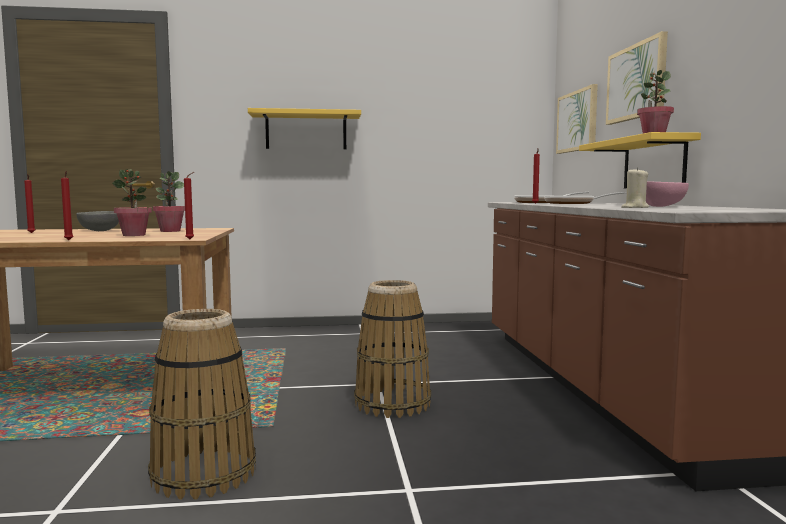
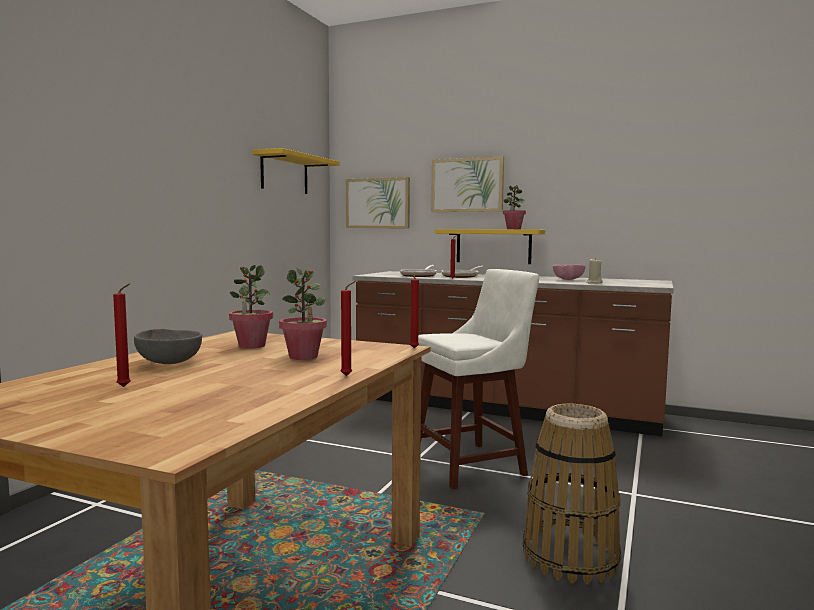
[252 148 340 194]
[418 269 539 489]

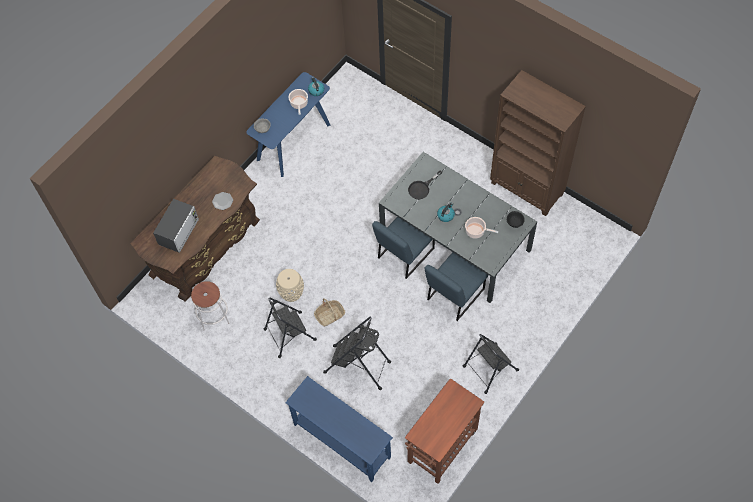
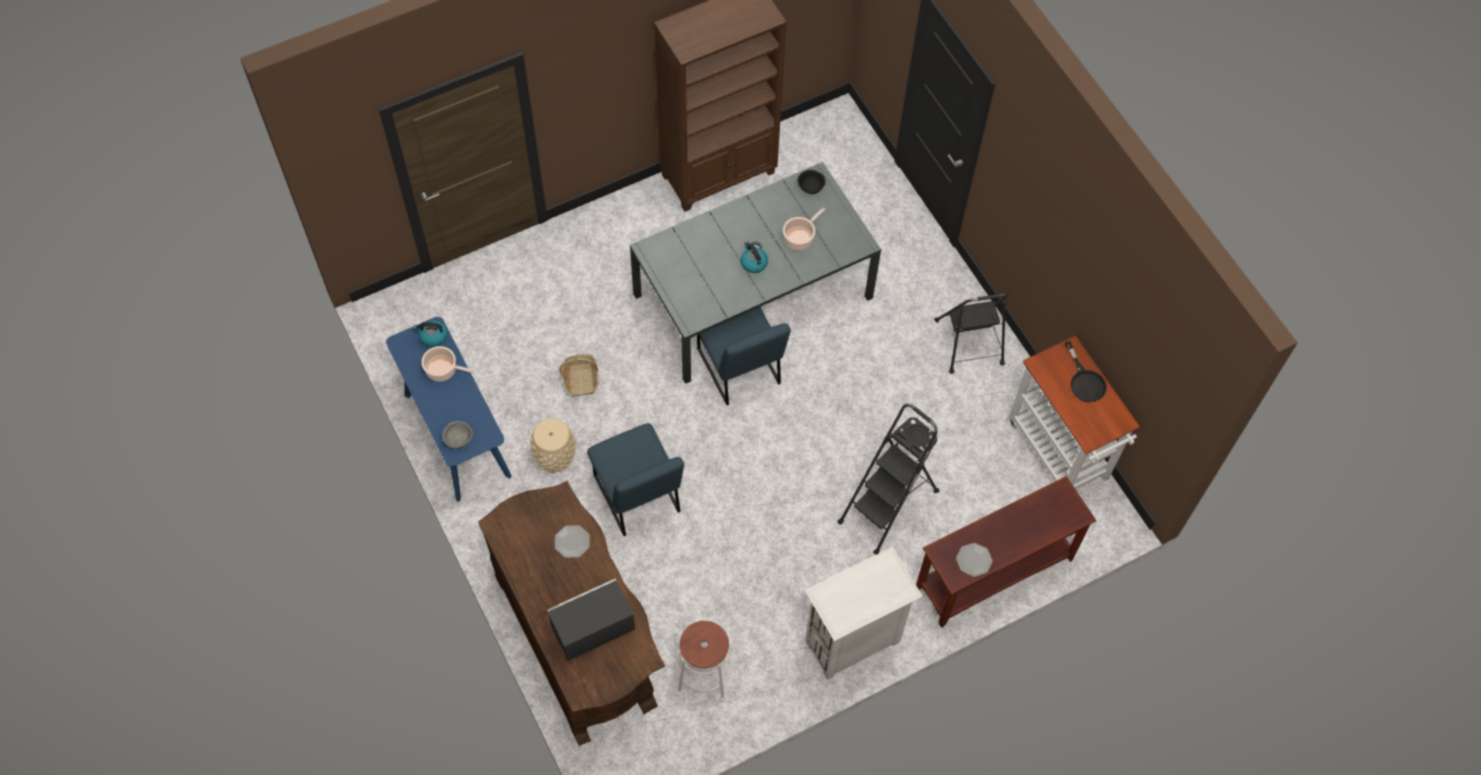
[530 418 576 472]
[547 579 635 661]
[559 354 599 396]
[587 423 684 536]
[804 547 923 680]
[916 476 1096 628]
[956 543 993 577]
[1009 336 1139 489]
[1065 341 1107 402]
[264 297 317 358] (first image)

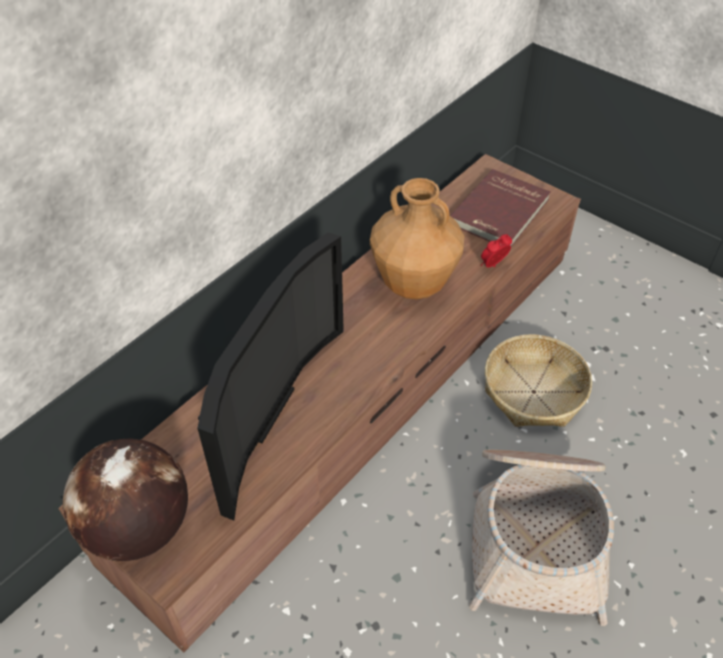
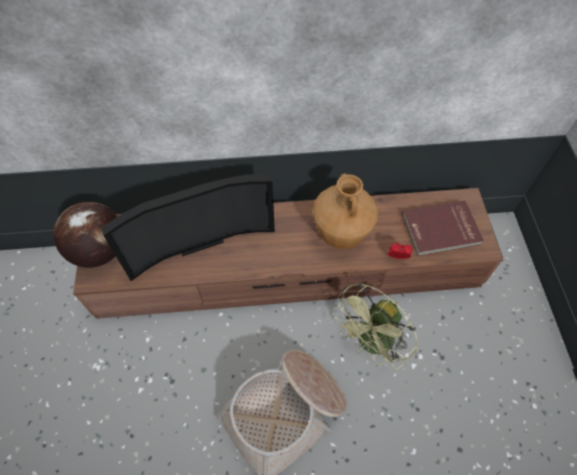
[333 283 418 369]

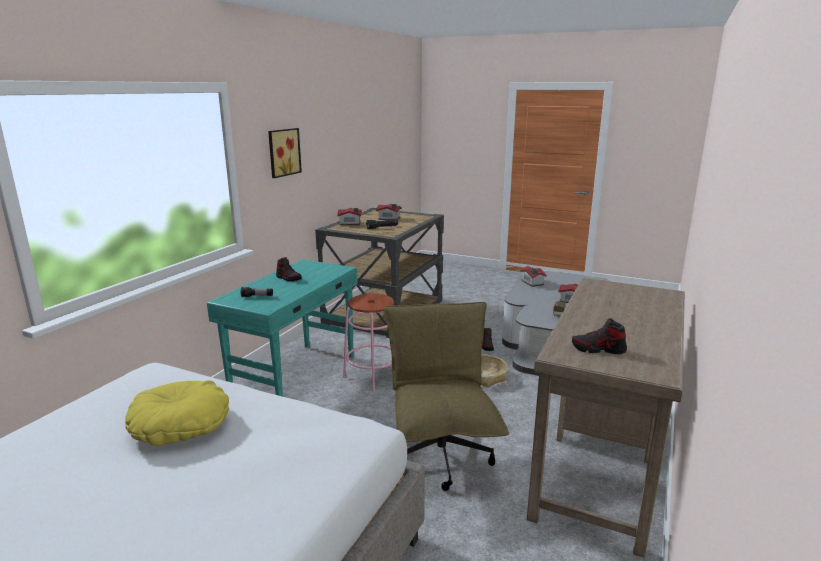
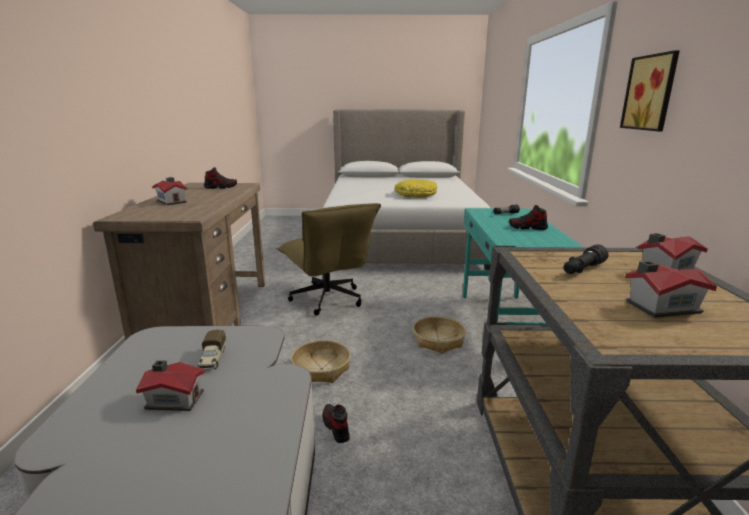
[152 177 187 205]
[413 316 466 354]

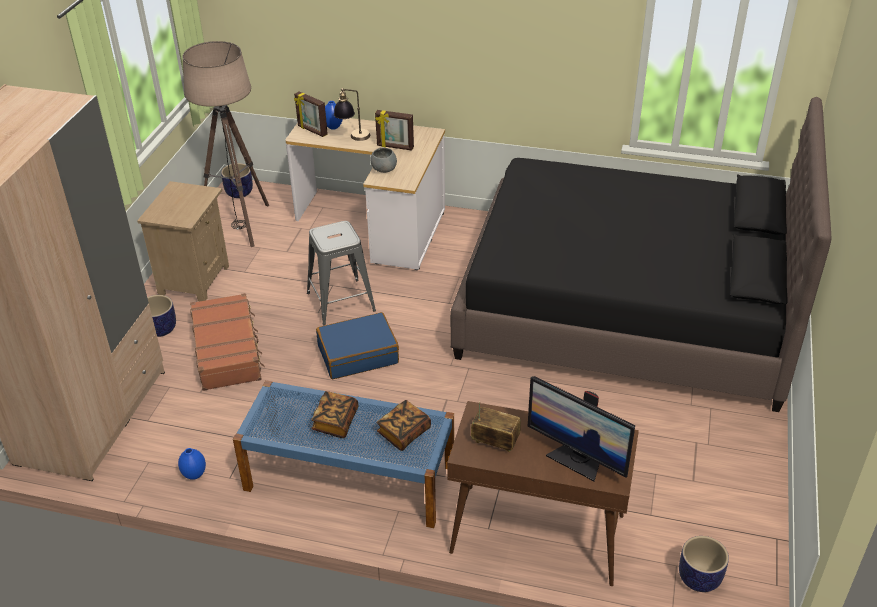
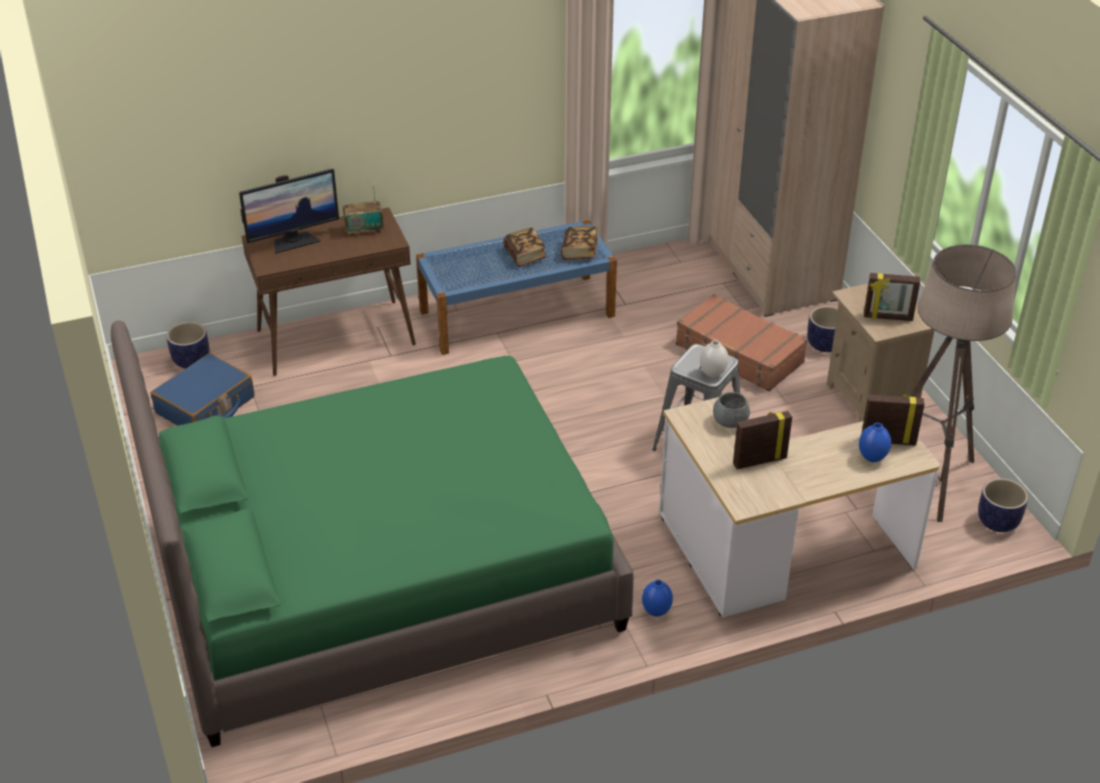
[111 320 634 747]
[151 353 254 426]
[239 169 339 254]
[561 226 598 260]
[642 580 673 617]
[700 340 729 377]
[864 273 920 321]
[334 88 370 141] (first image)

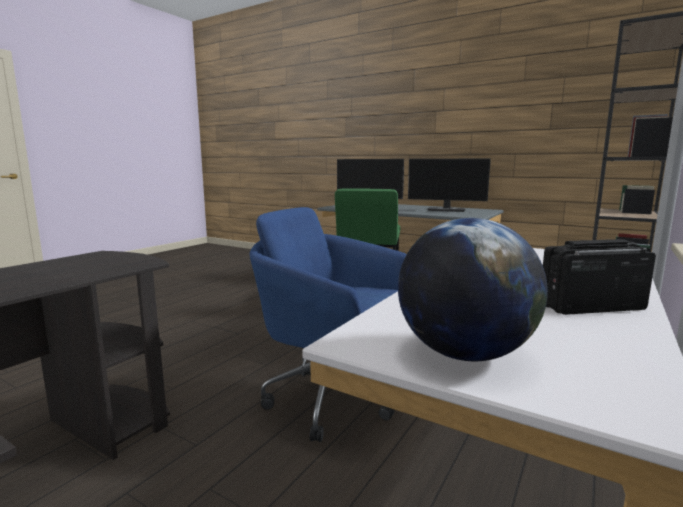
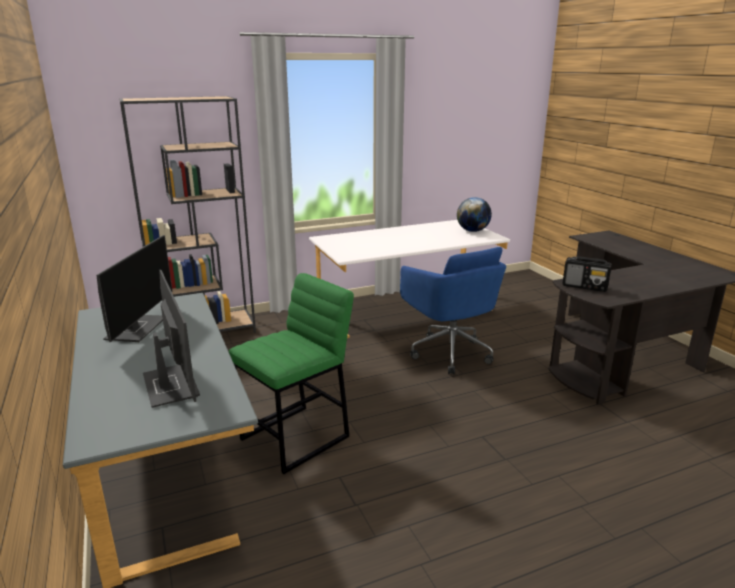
[97 235 173 342]
[563 256 612 292]

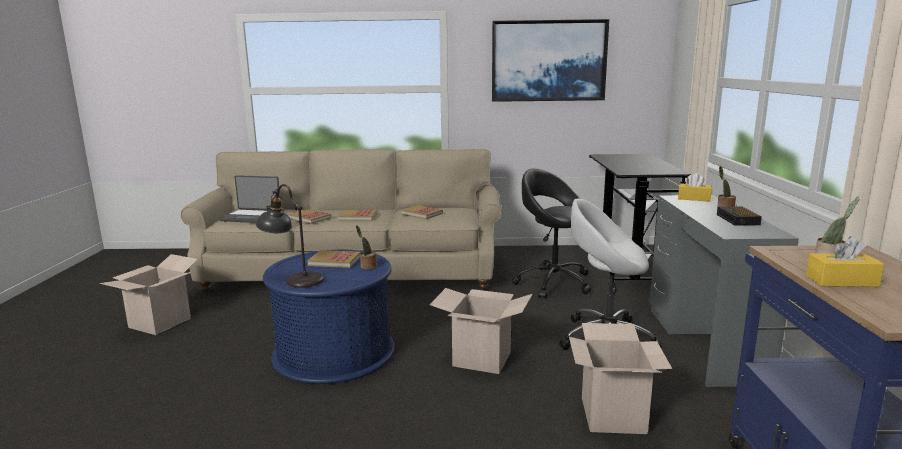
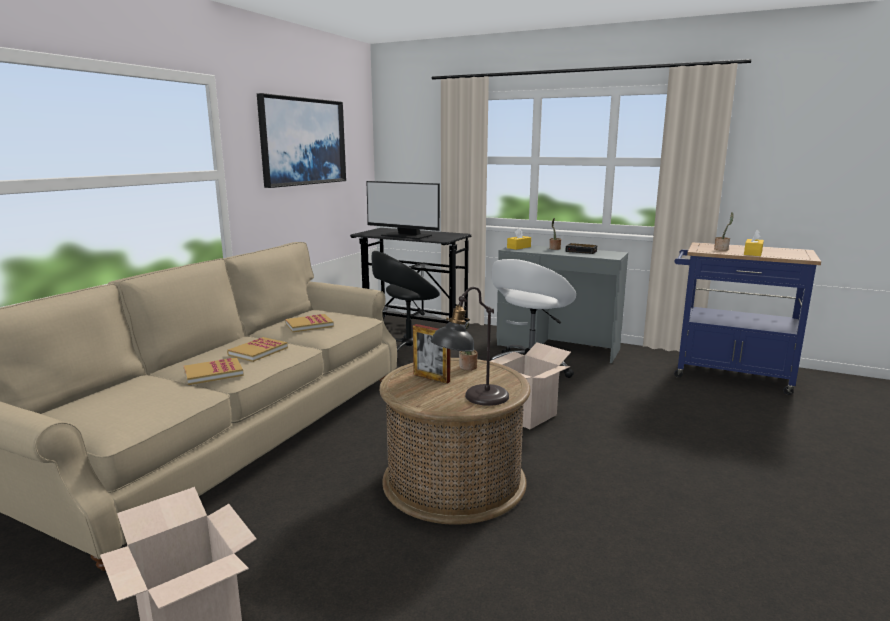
[366 181 440 239]
[379 358 531 525]
[413 324 450 384]
[219 175 280 223] (first image)
[569 323 672 434] (first image)

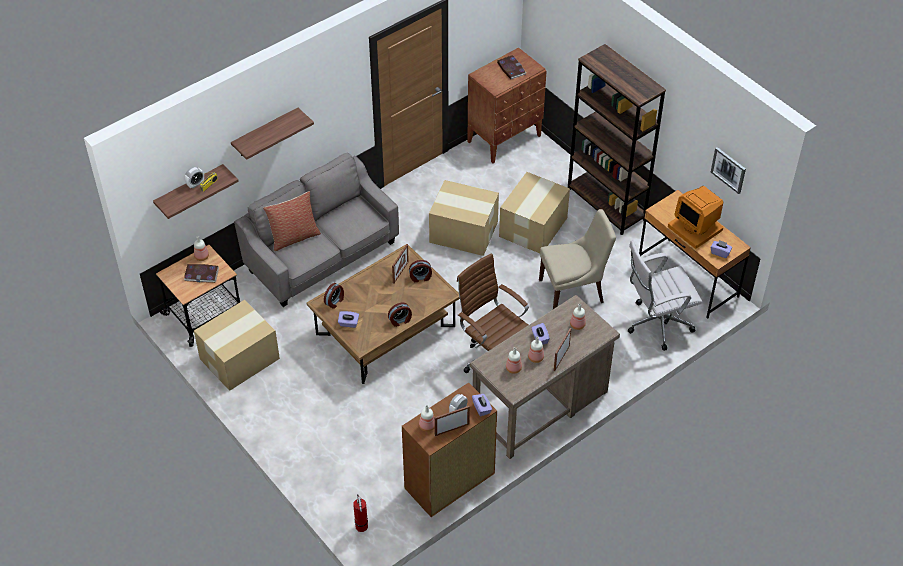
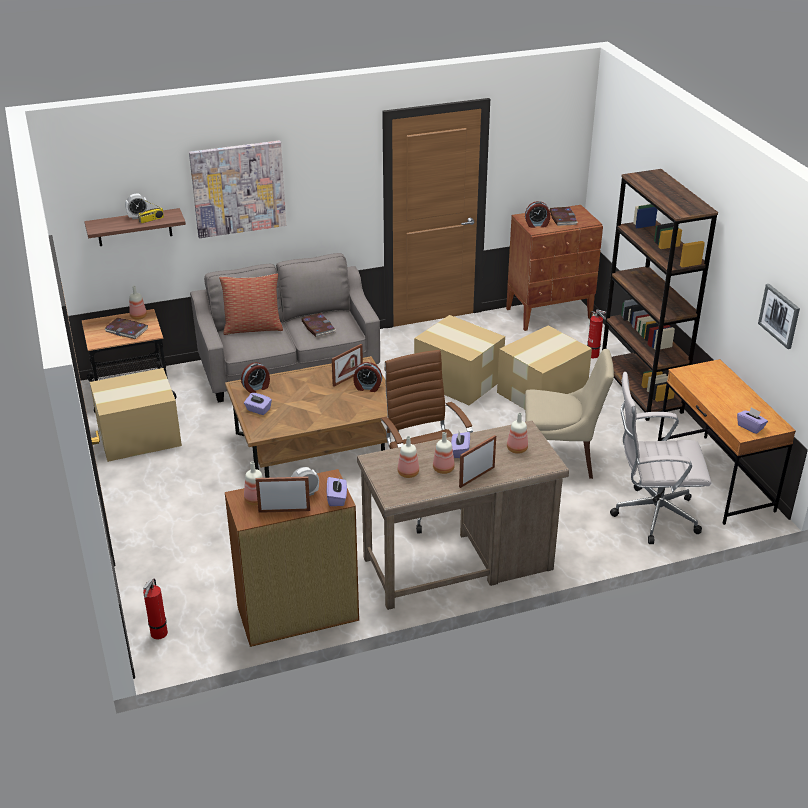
[189 140 286 238]
[301 313 335 337]
[525 201 550 228]
[587 309 606 358]
[668 186 723 249] (first image)

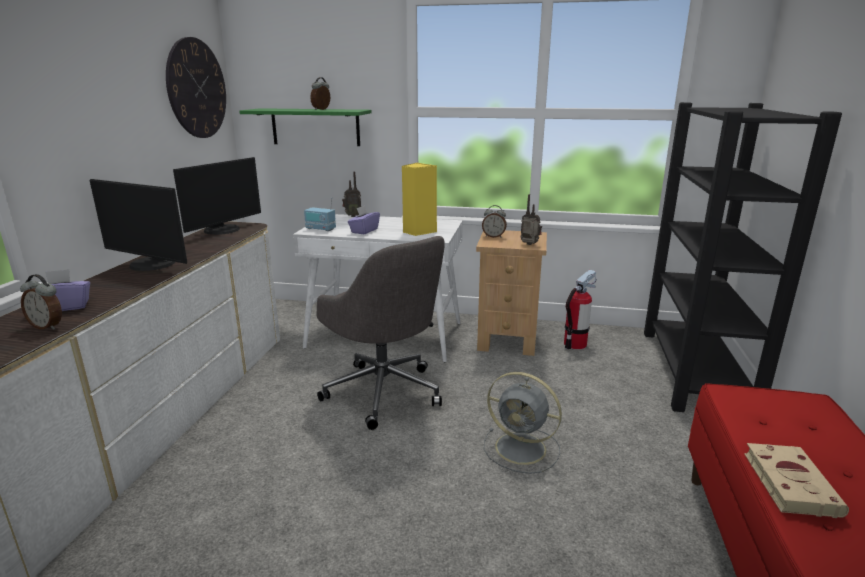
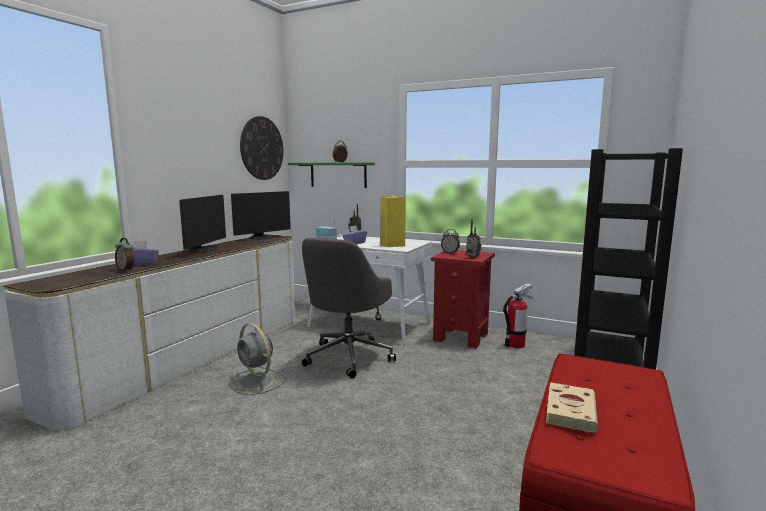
[179 195 226 253]
[229 323 285 395]
[302 238 396 379]
[431 250 495 349]

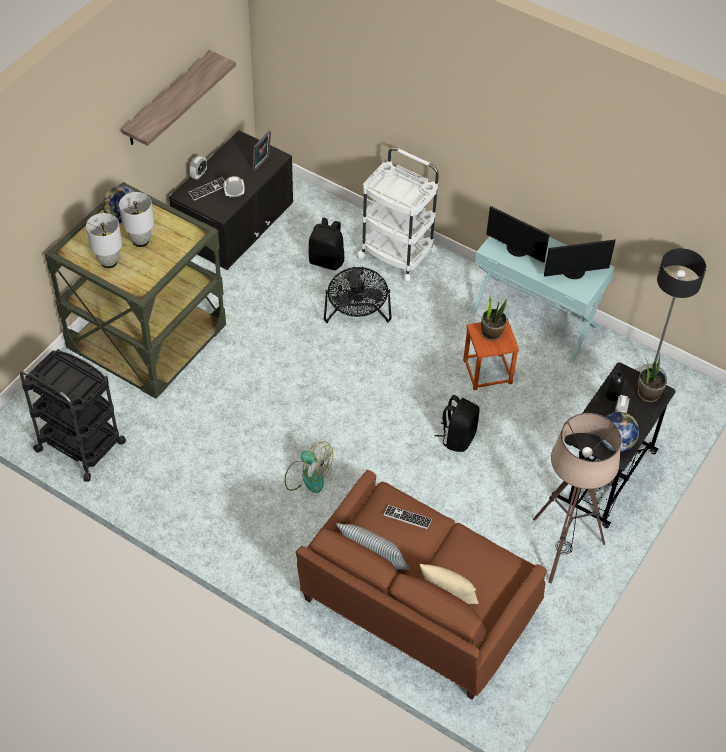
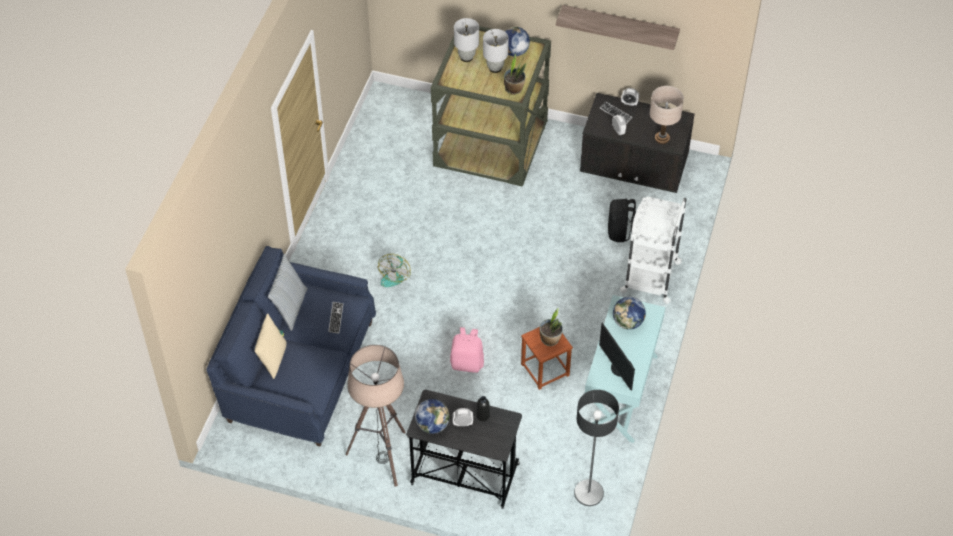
[206 246 376 446]
[450 327 484 373]
[504 54 526 95]
[613 297 646 330]
[650 86 684 144]
[20 349 126 482] (first image)
[324 266 392 323] (first image)

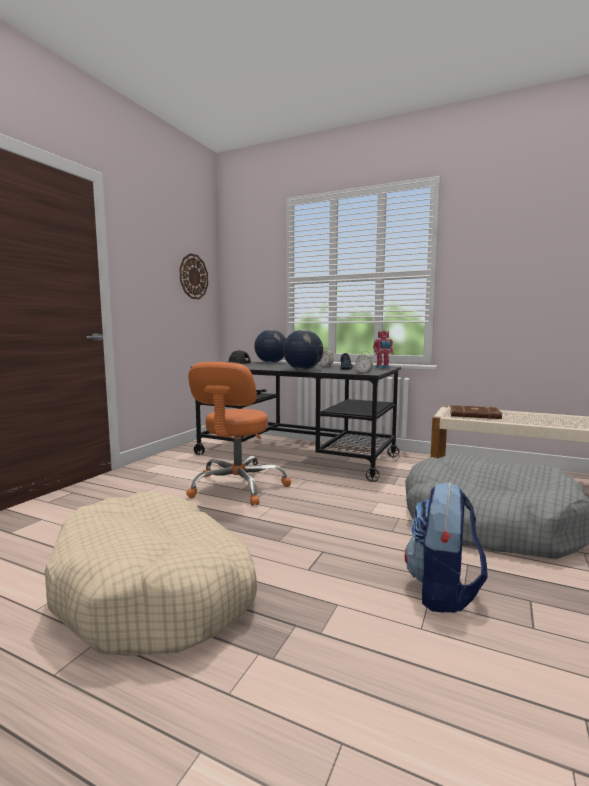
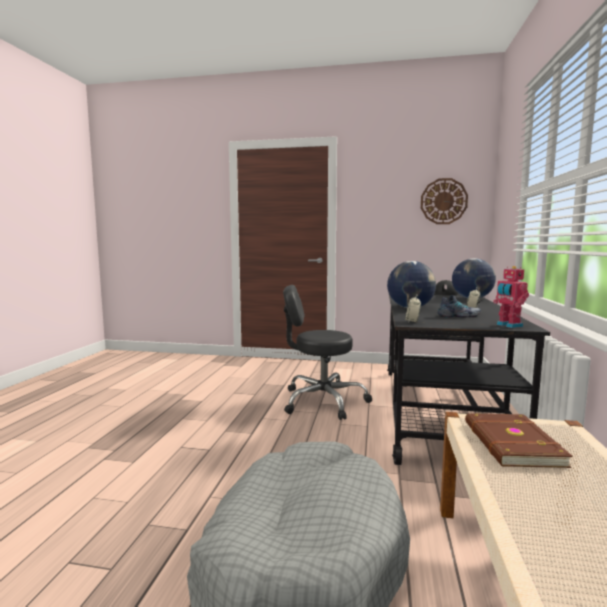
[283 285 372 420]
[45 491 257 656] (first image)
[405 482 488 613] (first image)

